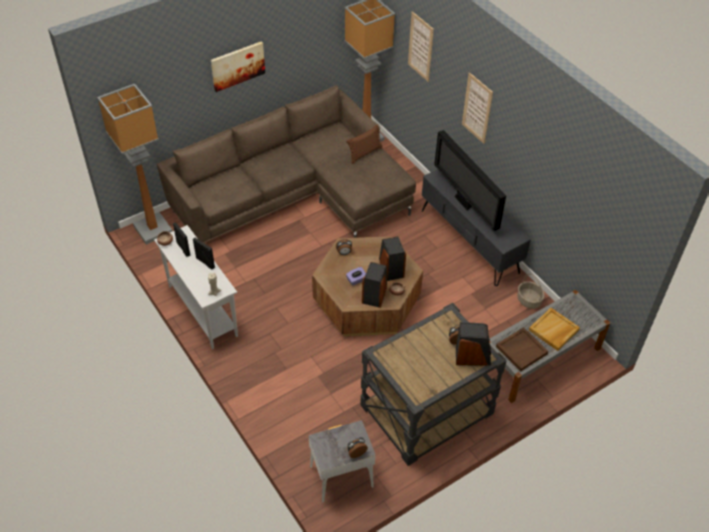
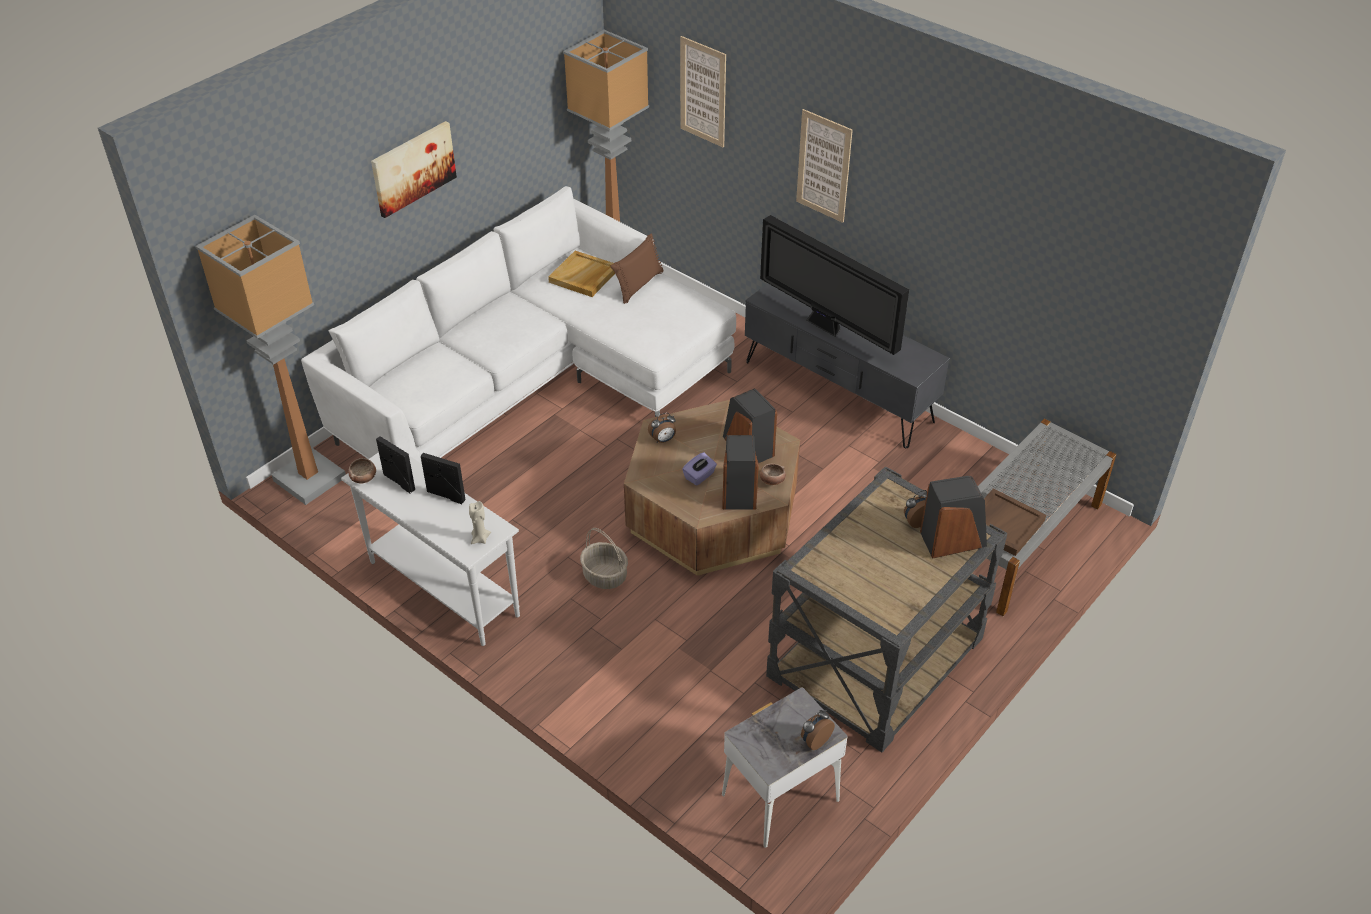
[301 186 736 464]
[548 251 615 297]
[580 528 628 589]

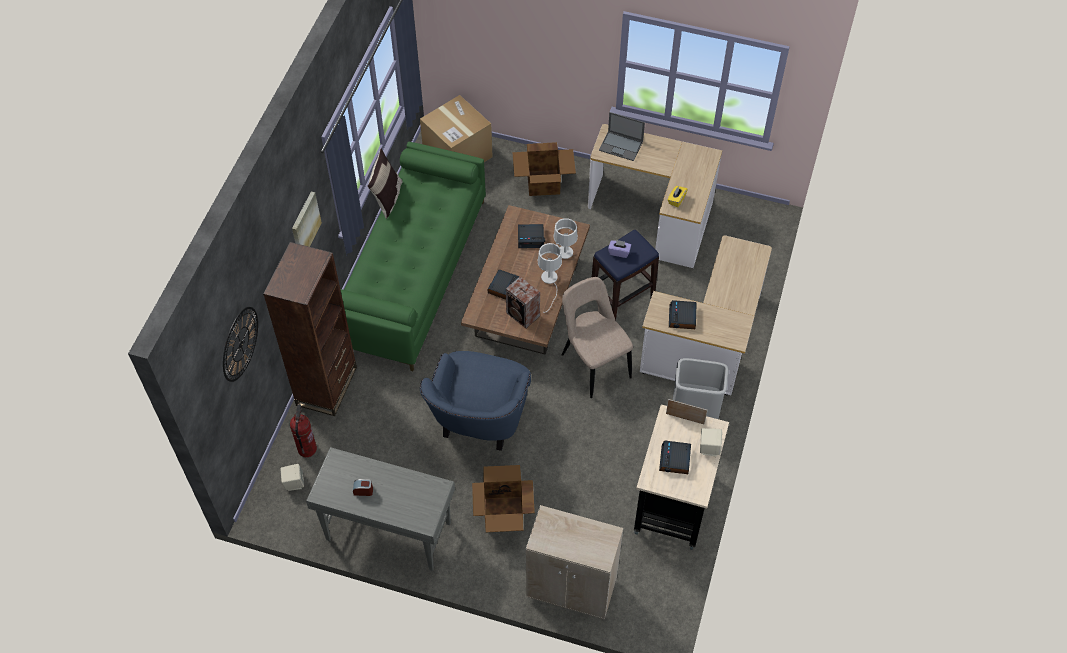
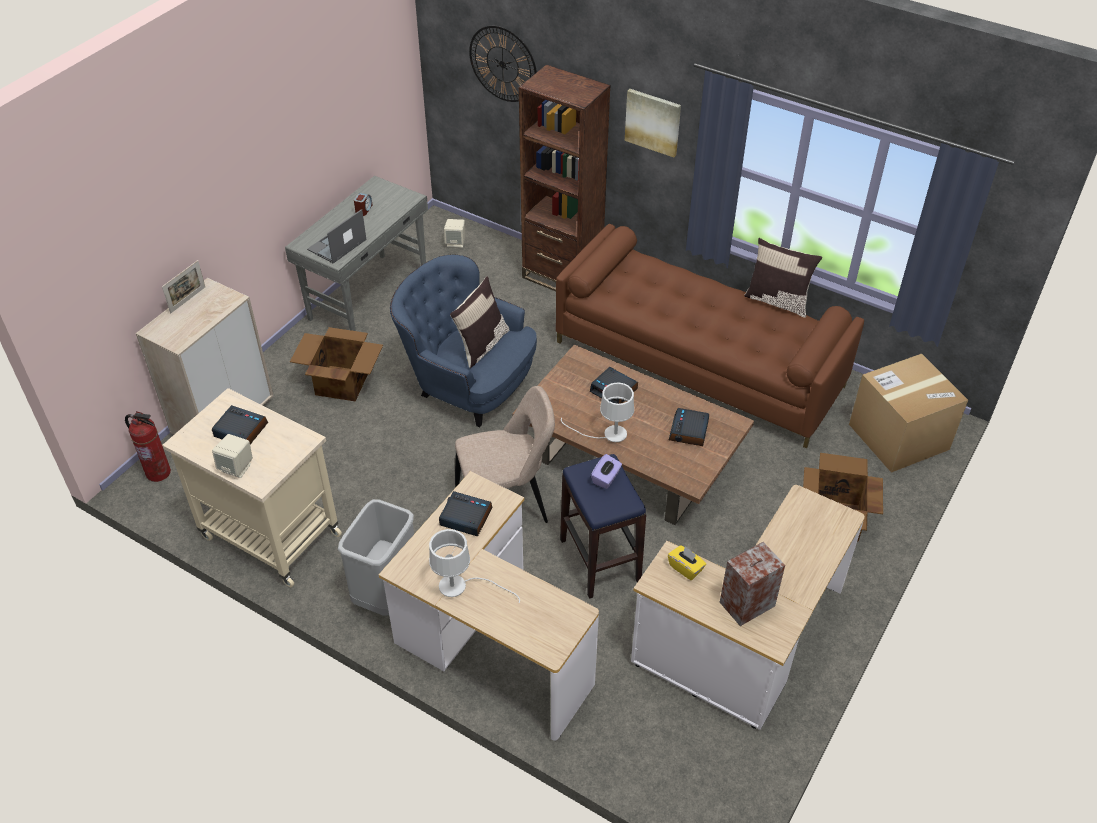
[125 411 171 482]
[162 260 205 313]
[162 388 342 587]
[307 209 366 263]
[429 529 520 603]
[450 276 509 368]
[556 224 864 449]
[720 542 785 626]

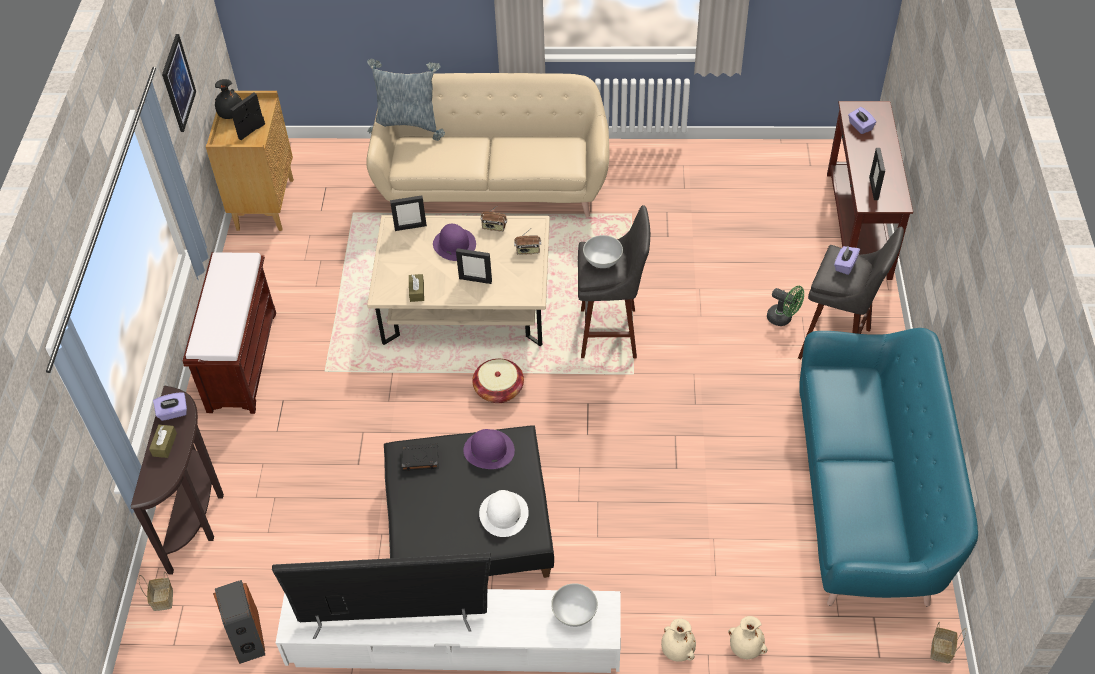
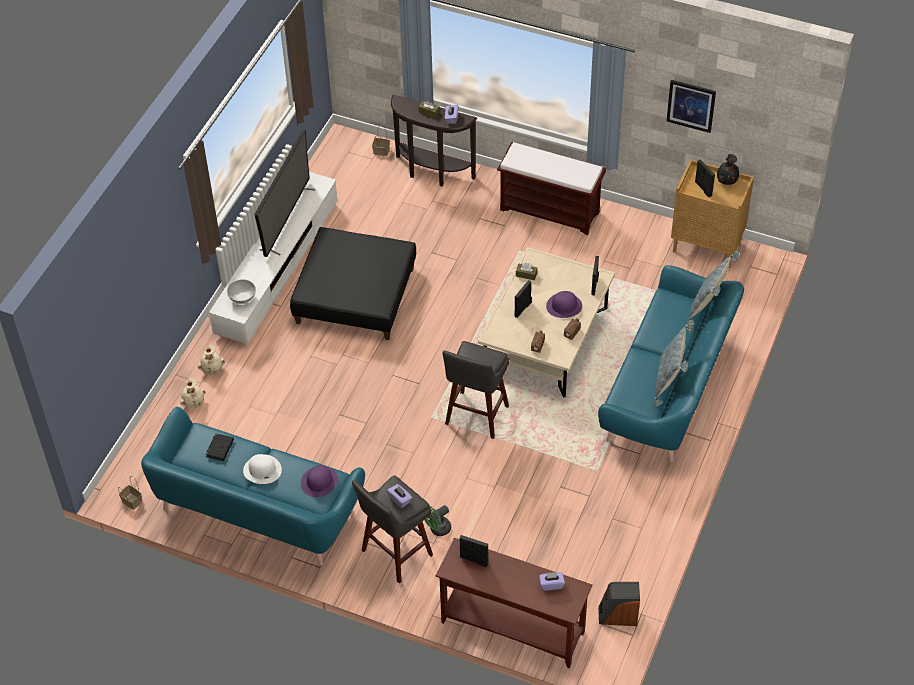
[206 433 234 461]
[243 454 282 484]
[301 465 338 497]
[598 265 744 462]
[598 582 640 626]
[654 320 694 406]
[472 359 524 403] (first image)
[583 235 623 268] (first image)

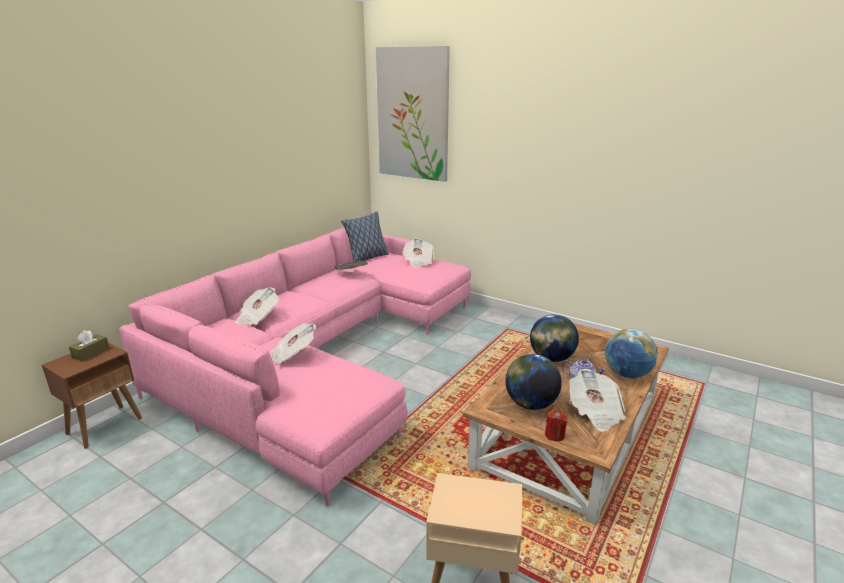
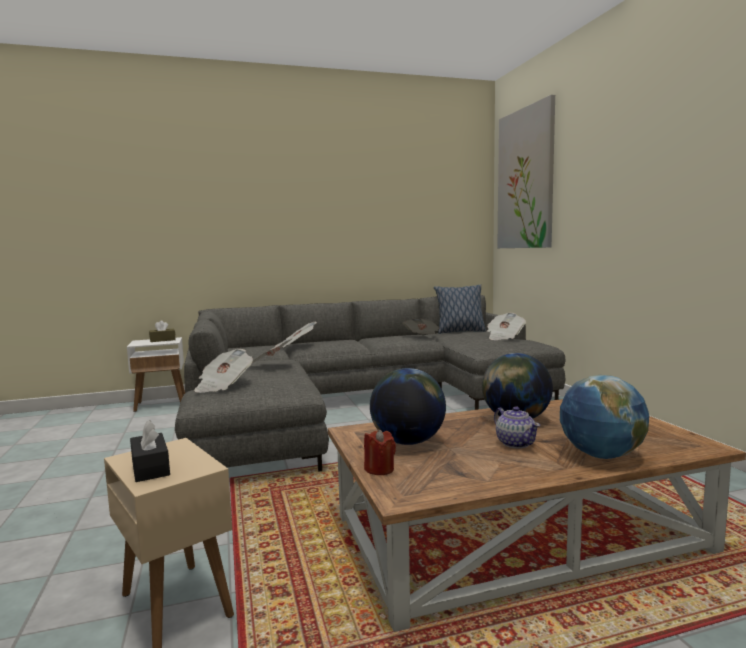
[127 337 185 412]
[130 420 170 482]
[175 295 566 471]
[194 349 253 393]

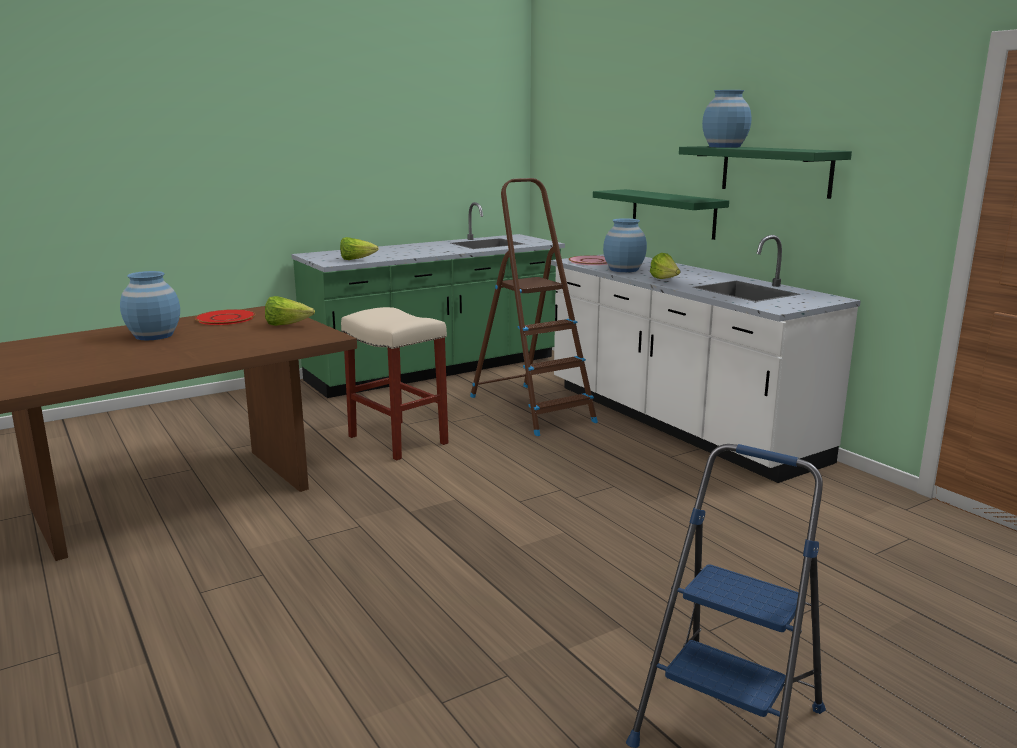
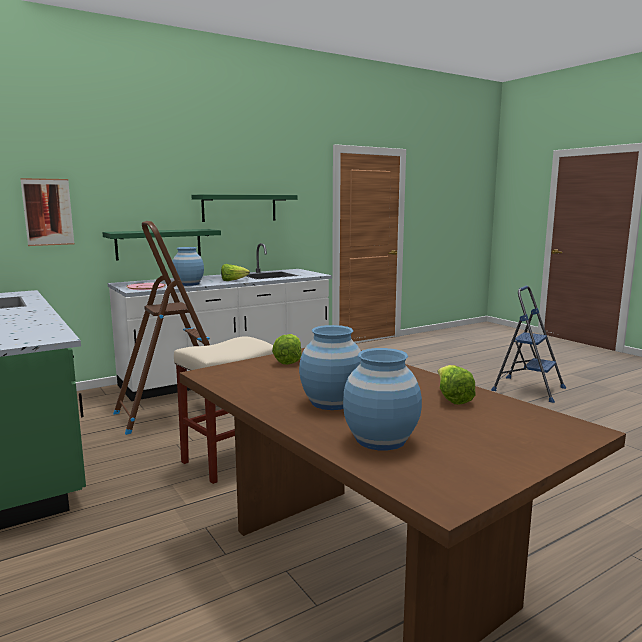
[20 178 74 246]
[343 348 422 451]
[438 365 476 405]
[195 309 256 325] (first image)

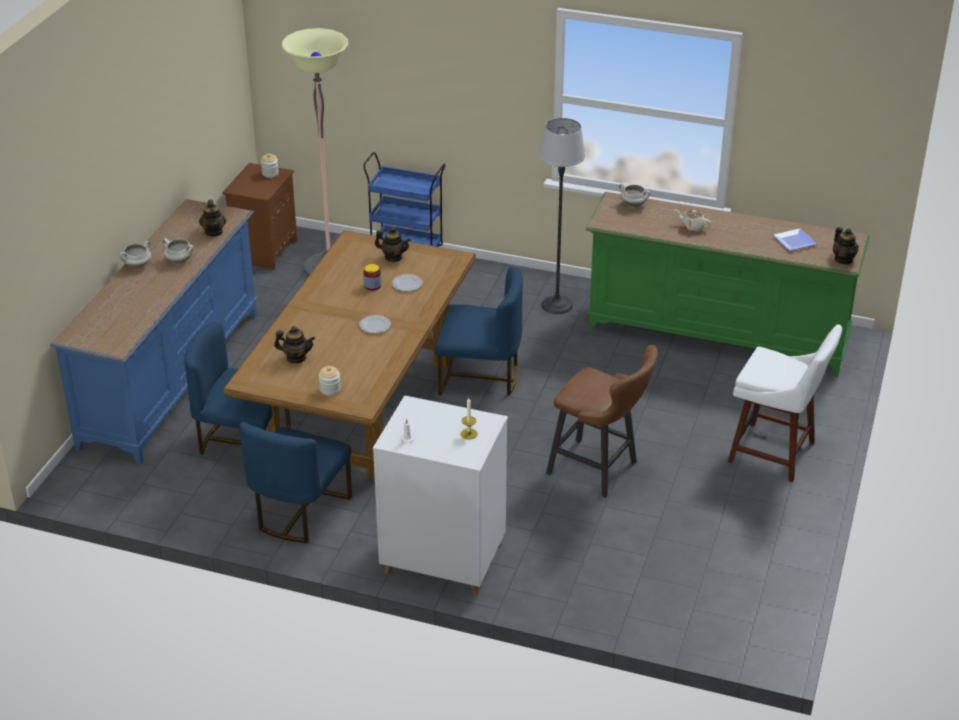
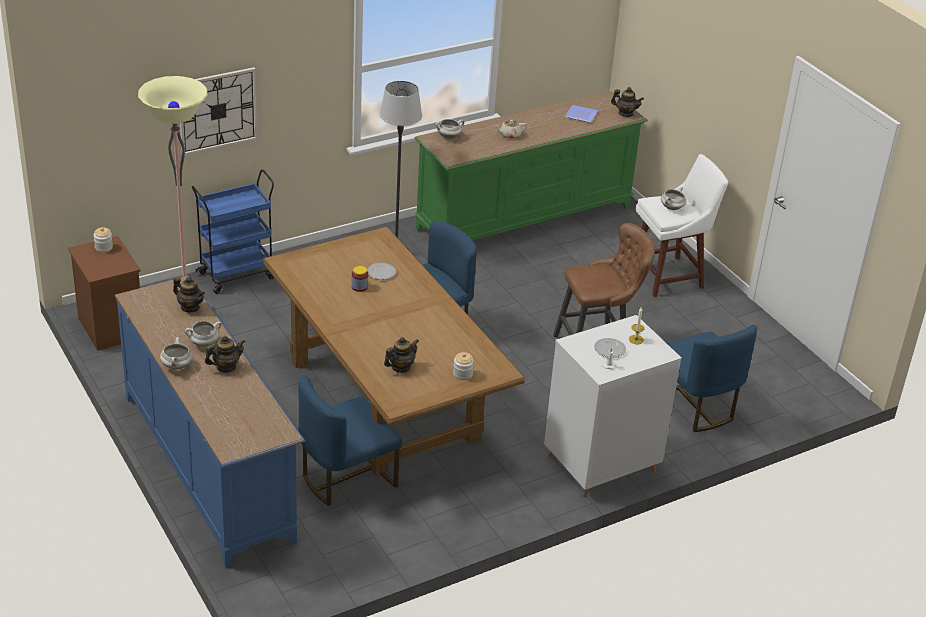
[180 67 258 155]
[205 336 246 373]
[594 338 626 358]
[661 186 686 210]
[667 325 757 432]

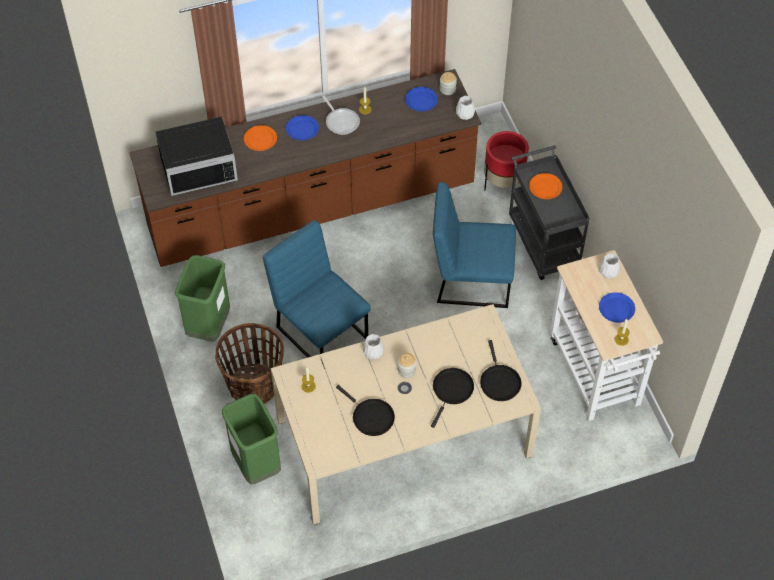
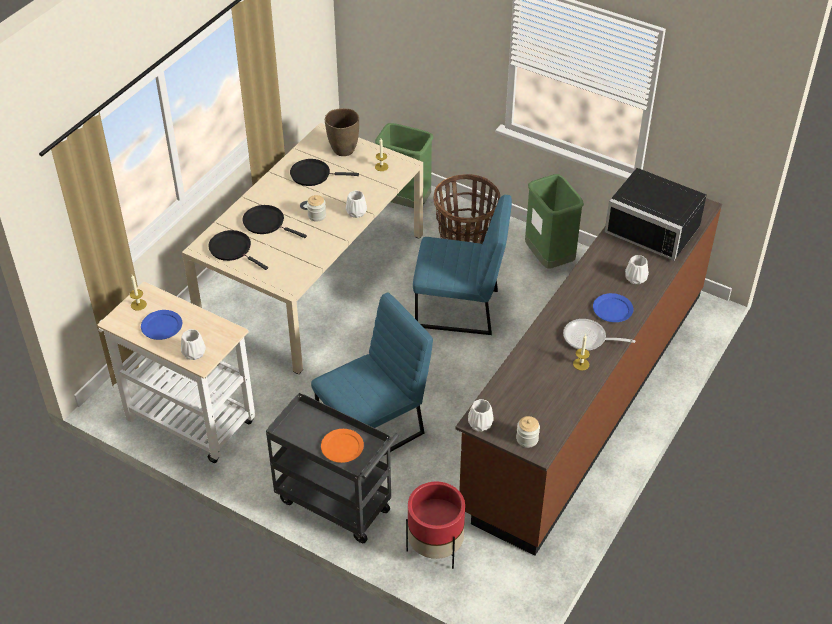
[243 205 307 238]
[325 108 359 156]
[605 168 707 261]
[625 255 649 284]
[405 87 438 111] (first image)

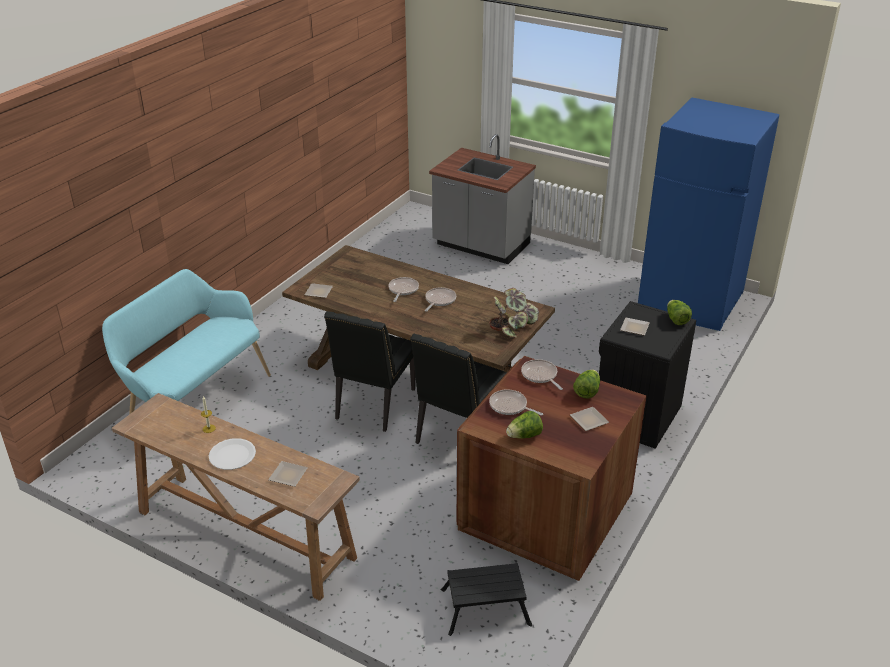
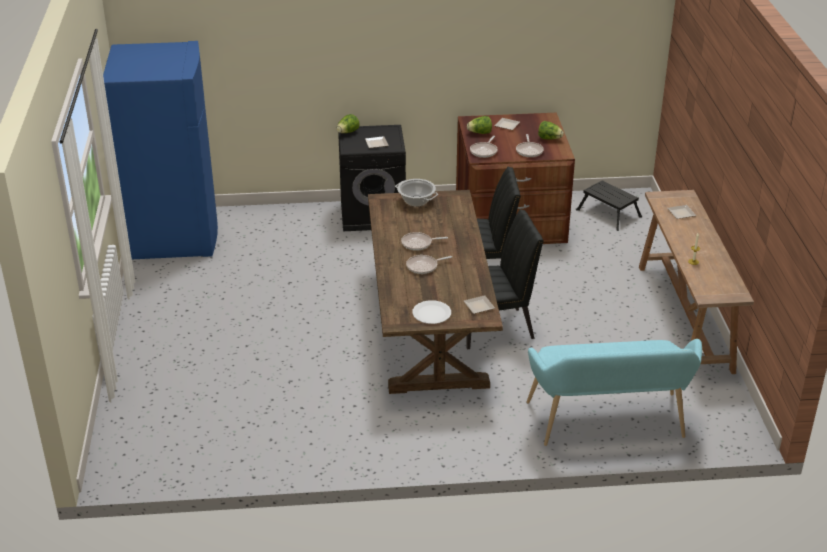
[395 179 438 207]
[412 300 451 324]
[429 134 536 264] (first image)

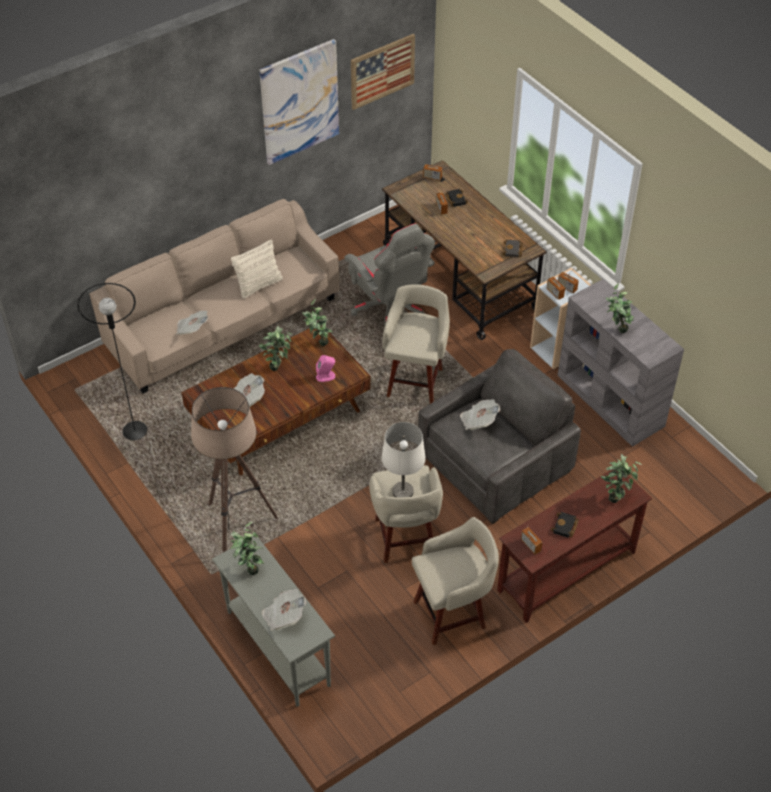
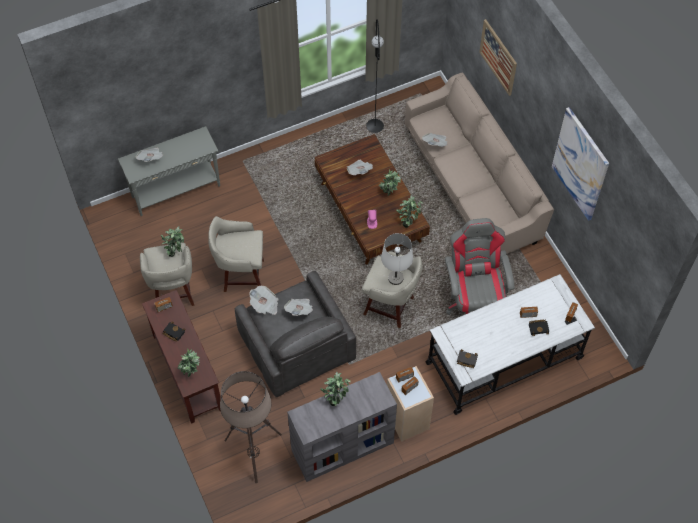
[161 226 184 257]
[220 371 282 483]
[249 286 279 315]
[381 233 413 285]
[425 274 595 415]
[445 218 515 315]
[479 19 517 96]
[231 240 283 299] (first image)

